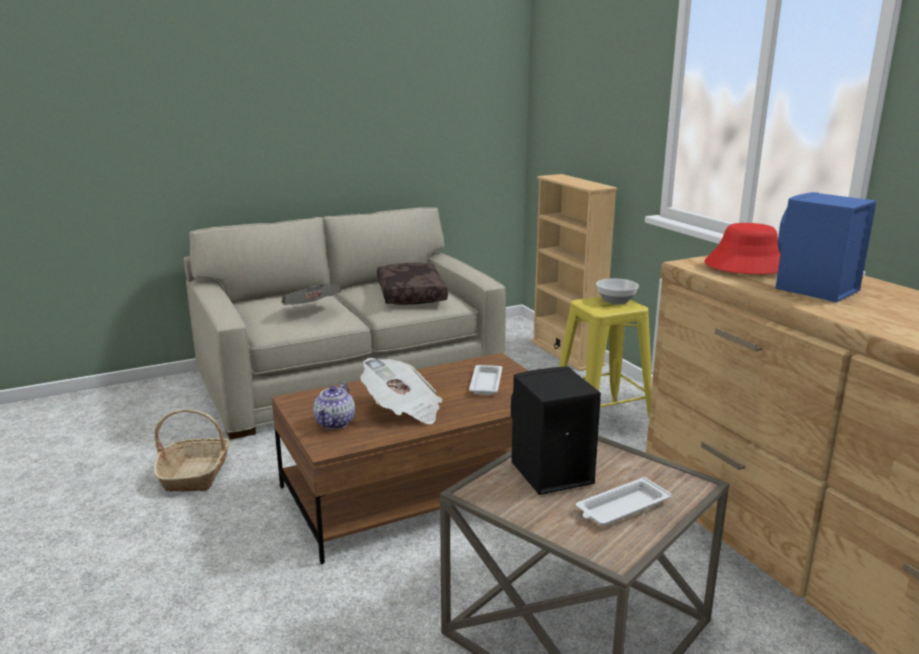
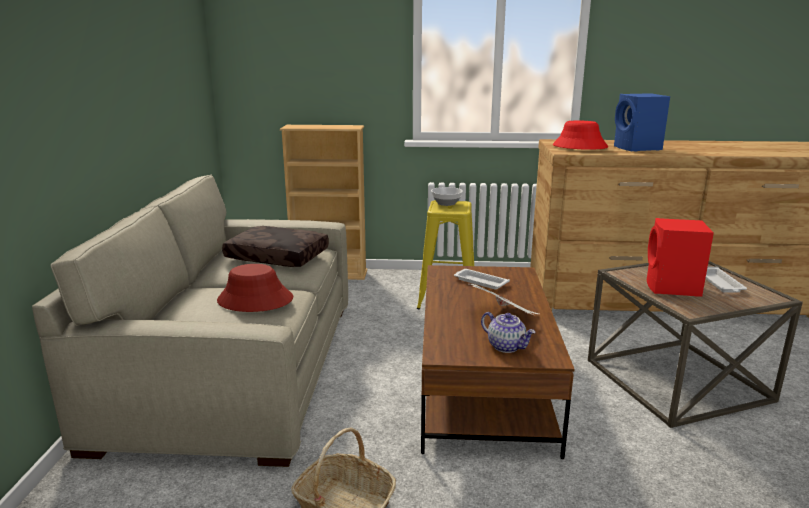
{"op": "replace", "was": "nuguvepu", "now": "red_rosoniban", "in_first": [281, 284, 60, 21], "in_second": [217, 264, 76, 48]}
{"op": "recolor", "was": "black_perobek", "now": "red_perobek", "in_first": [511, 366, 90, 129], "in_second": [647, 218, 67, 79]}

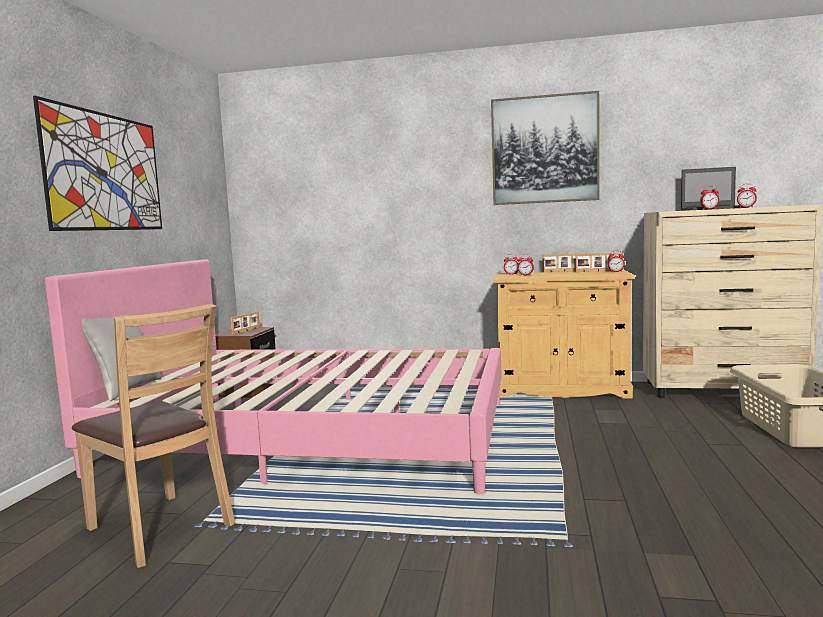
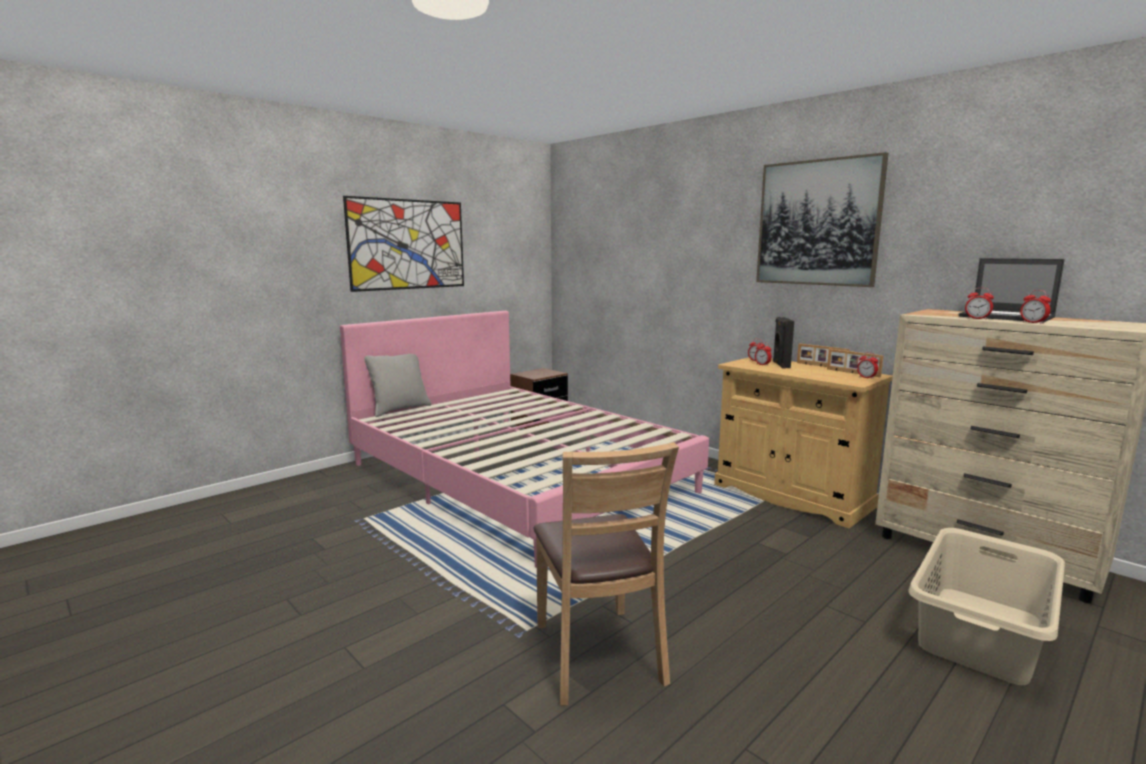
{"op": "move", "was": "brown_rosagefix", "in_first": [72, 304, 163, 264], "in_second": [534, 442, 145, 264]}
{"op": "delete", "was": "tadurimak", "in_first": [231, 312, 29, 23]}
{"op": "insert", "now": "black_perobek", "in_second": [773, 317, 21, 52]}

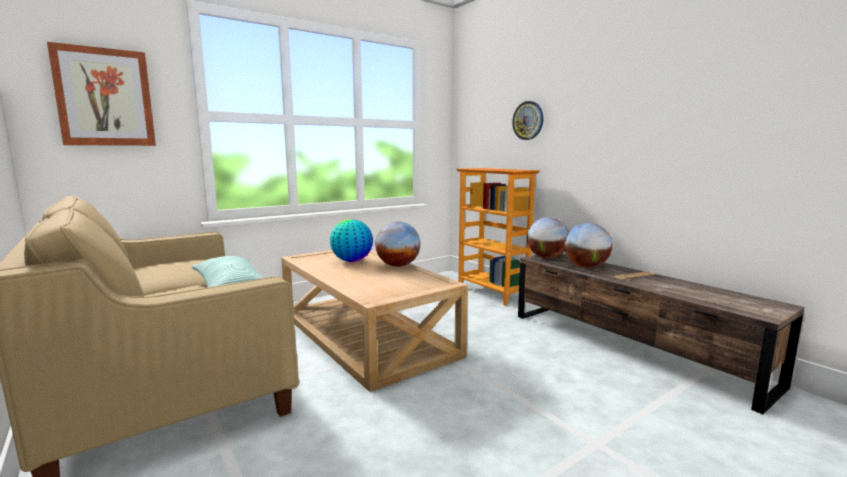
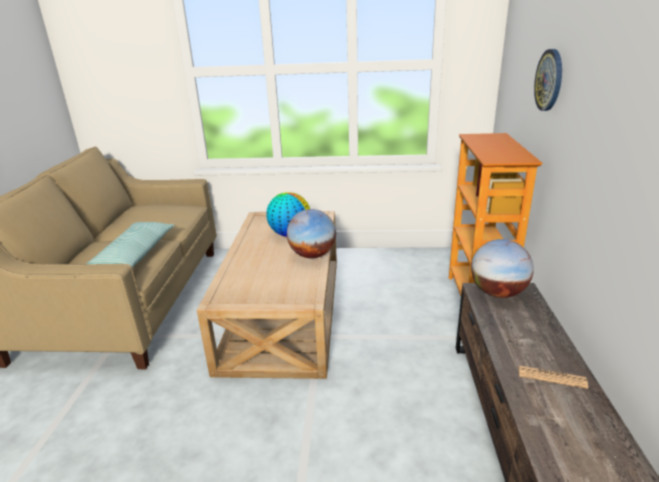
{"op": "delete", "was": "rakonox", "in_first": [47, 42, 109, 104]}
{"op": "delete", "was": "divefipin", "in_first": [564, 223, 48, 45]}

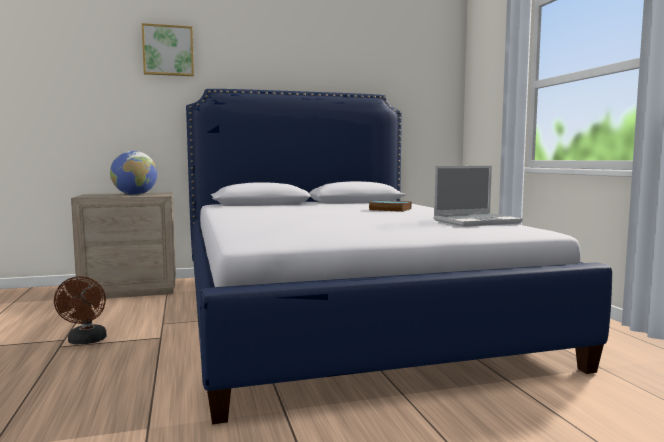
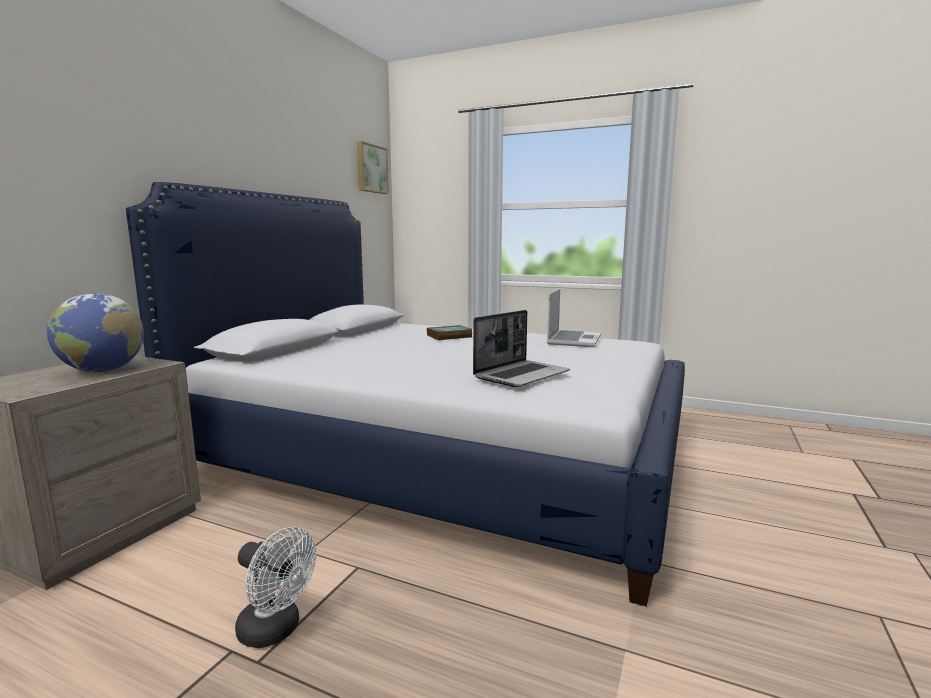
{"op": "recolor", "was": "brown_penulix", "now": "white_penulix", "in_first": [54, 276, 53, 68], "in_second": [235, 527, 81, 121]}
{"op": "move", "was": "rakonox", "in_first": [142, 23, 52, 53], "in_second": [357, 141, 32, 53]}
{"op": "insert", "now": "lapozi", "in_second": [473, 310, 97, 77]}

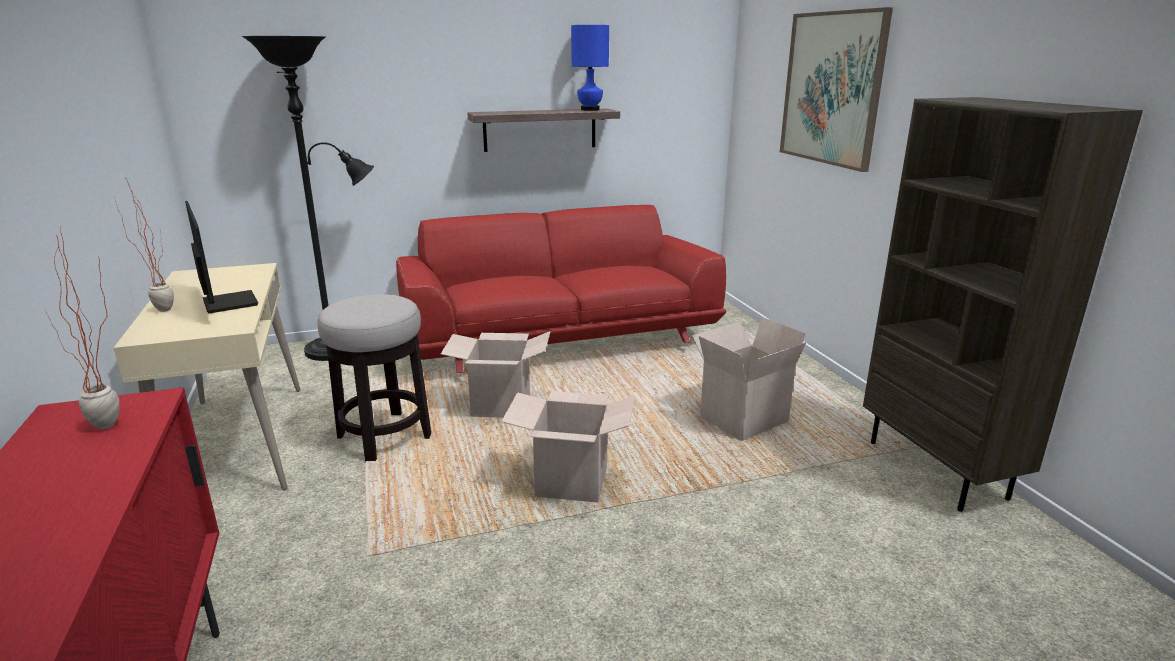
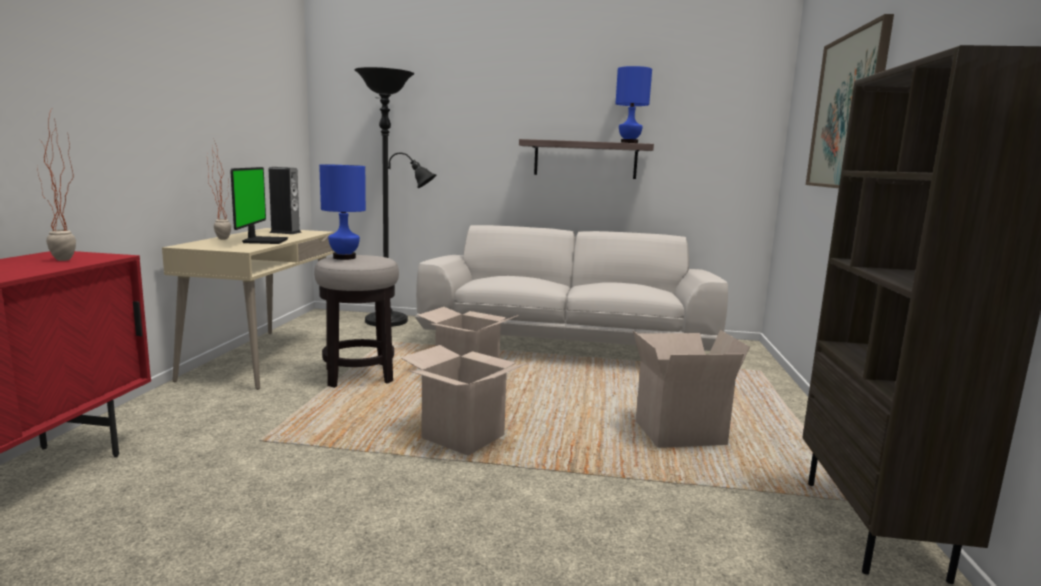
{"op": "recolor", "was": "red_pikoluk", "now": "white_pikoluk", "in_first": [396, 205, 330, 168], "in_second": [415, 225, 313, 126]}
{"op": "insert", "now": "perobek", "in_second": [268, 167, 34, 67]}
{"op": "insert", "now": "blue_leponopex", "in_second": [319, 164, 47, 96]}

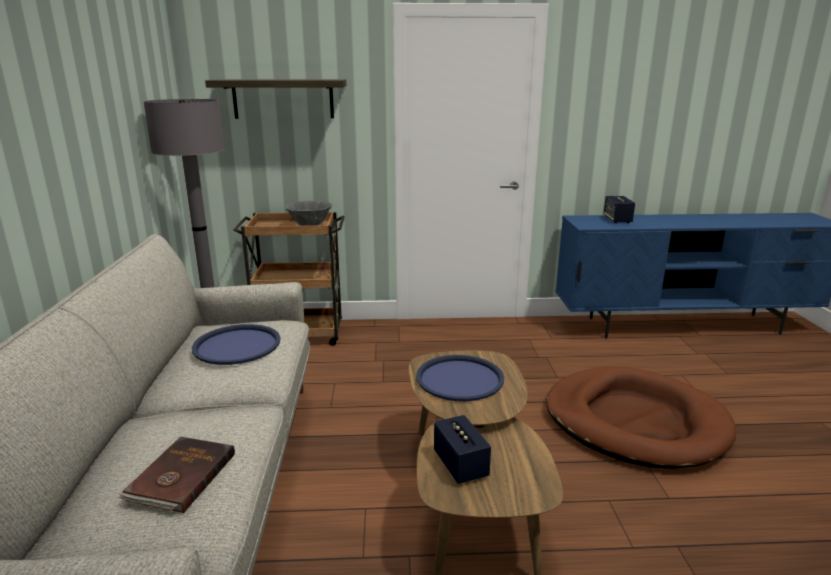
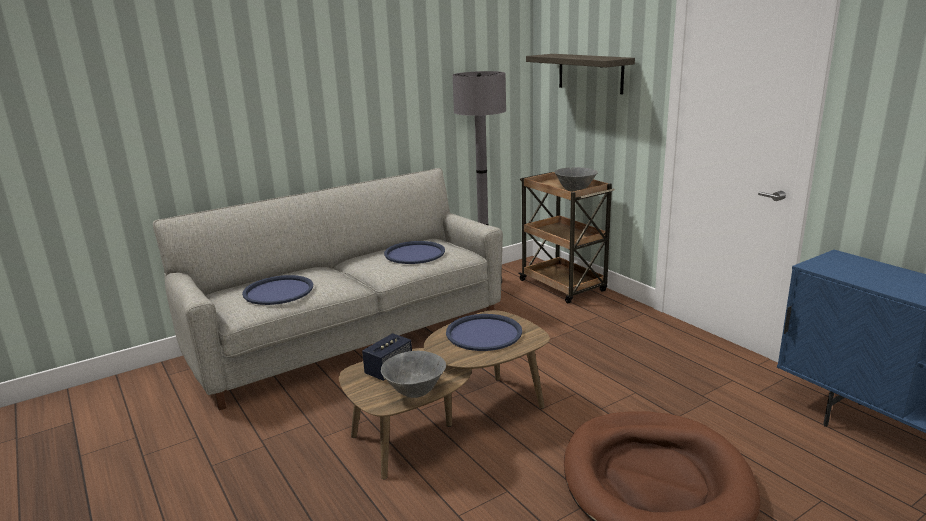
{"op": "replace", "was": "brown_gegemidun", "now": "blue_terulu", "in_first": [118, 437, 117, 76], "in_second": [242, 275, 71, 30]}
{"op": "delete", "was": "perobek", "in_first": [604, 196, 31, 27]}
{"op": "insert", "now": "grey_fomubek", "in_second": [381, 351, 65, 47]}

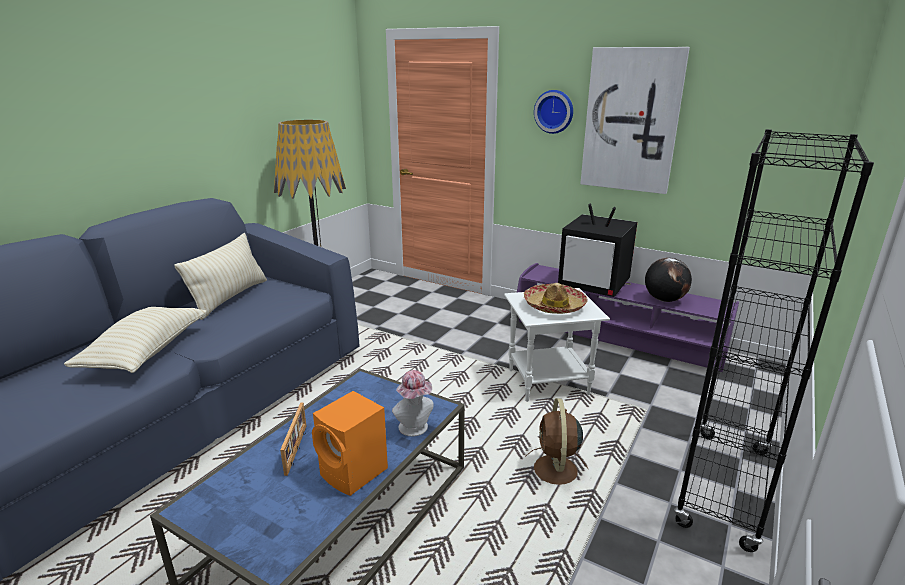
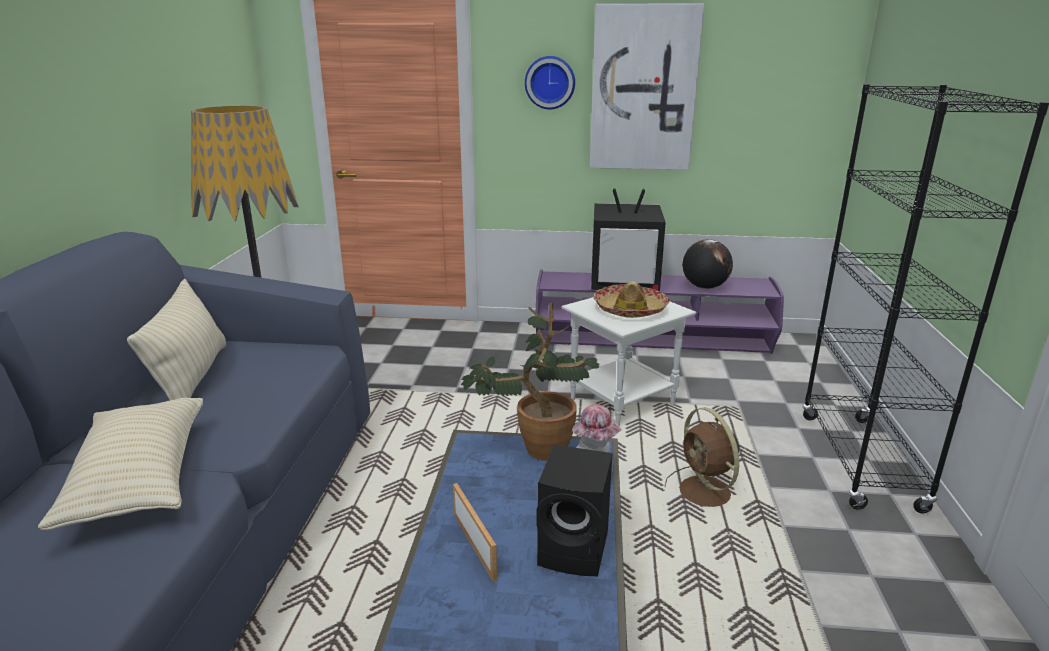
{"op": "recolor", "was": "orange_perobek", "now": "black_perobek", "in_first": [312, 391, 76, 105], "in_second": [536, 445, 76, 131]}
{"op": "insert", "now": "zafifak", "in_second": [461, 303, 139, 158]}

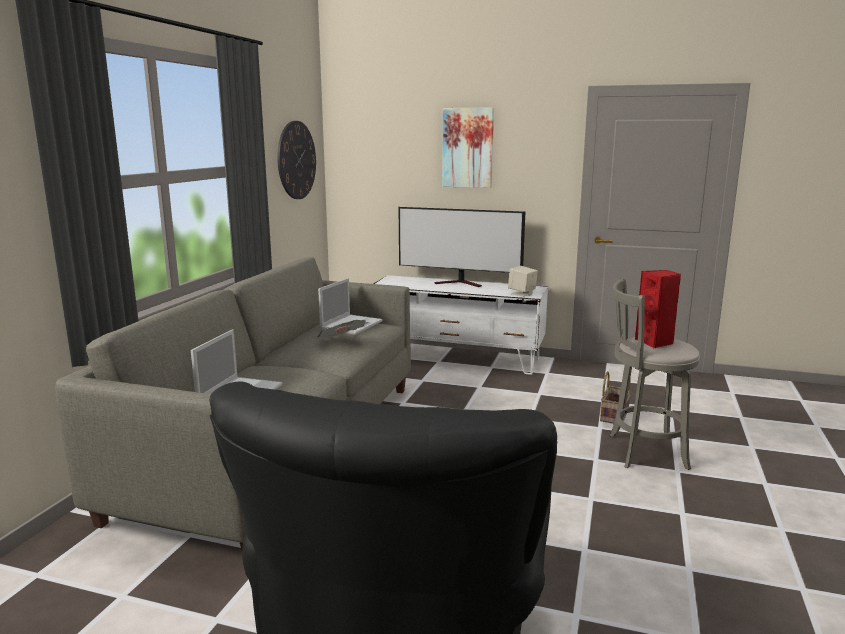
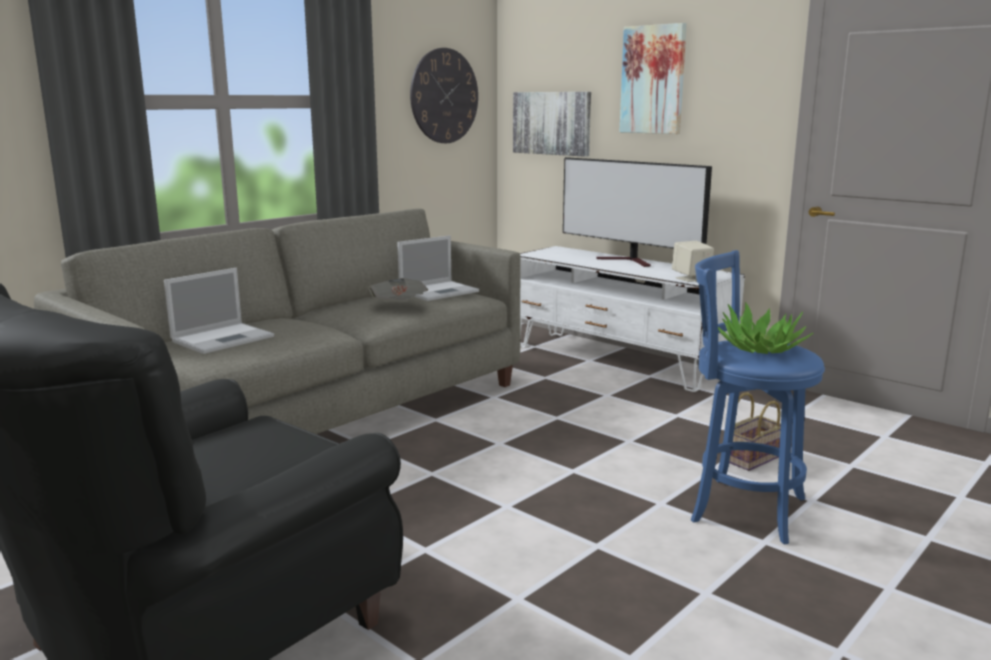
{"op": "recolor", "was": "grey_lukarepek", "now": "blue_lukarepek", "in_first": [610, 278, 90, 192], "in_second": [691, 250, 134, 294]}
{"op": "replace", "was": "red_perobek", "now": "zafifak", "in_first": [635, 270, 46, 78], "in_second": [718, 302, 95, 52]}
{"op": "insert", "now": "rakonox", "in_second": [513, 92, 78, 65]}

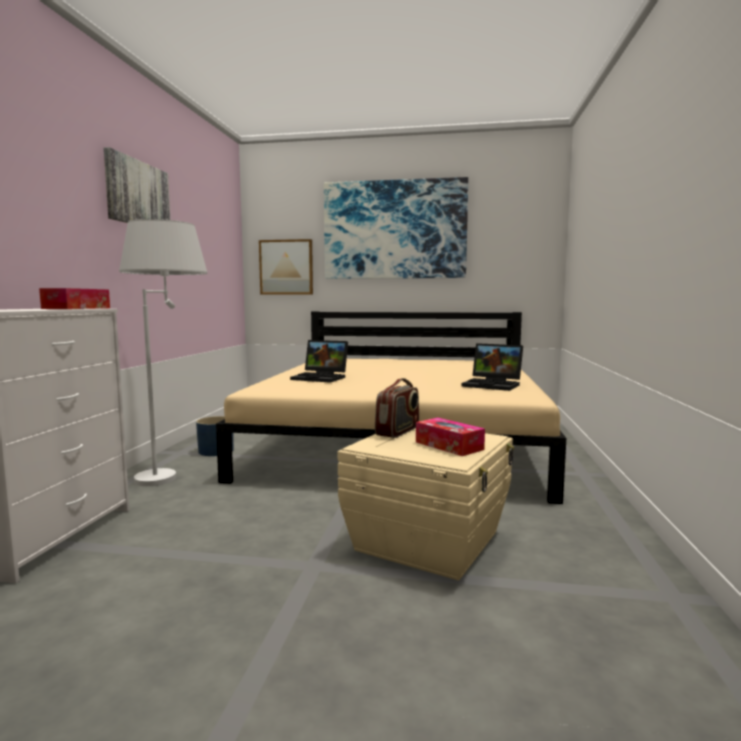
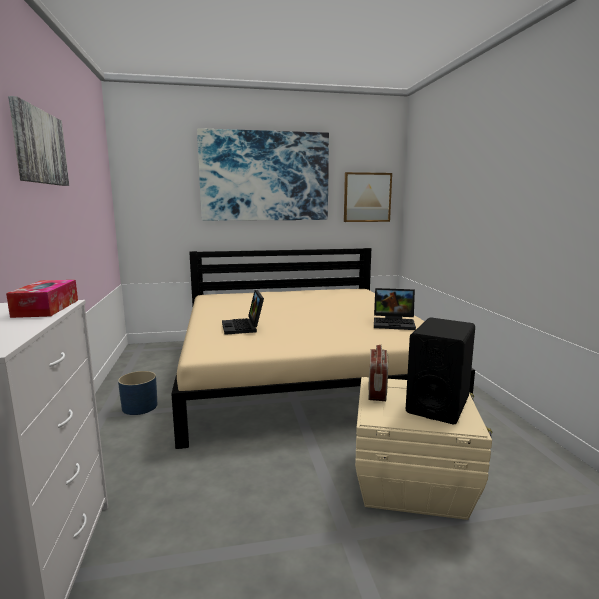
{"op": "delete", "was": "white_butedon", "in_first": [119, 219, 88, 267]}
{"op": "move", "was": "rakonox", "in_first": [259, 239, 54, 56], "in_second": [344, 172, 48, 50]}
{"op": "rotate", "was": "lapozi", "in_first": [290, 340, 58, 43], "in_second": [222, 290, 42, 45], "clockwise": 75}
{"op": "replace", "was": "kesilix", "now": "black_perobek", "in_first": [416, 418, 69, 38], "in_second": [406, 317, 69, 108]}

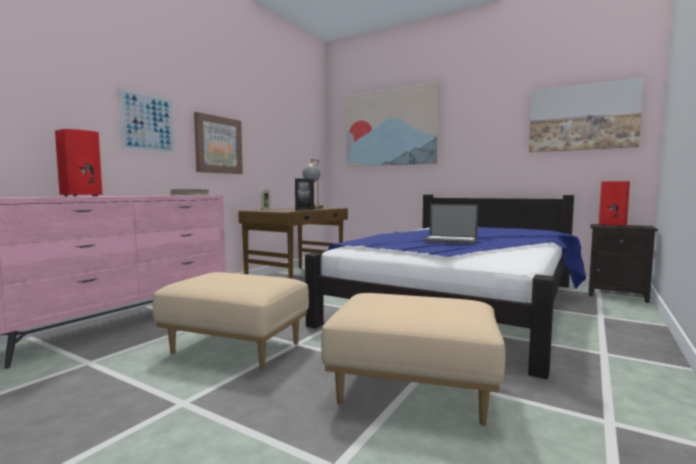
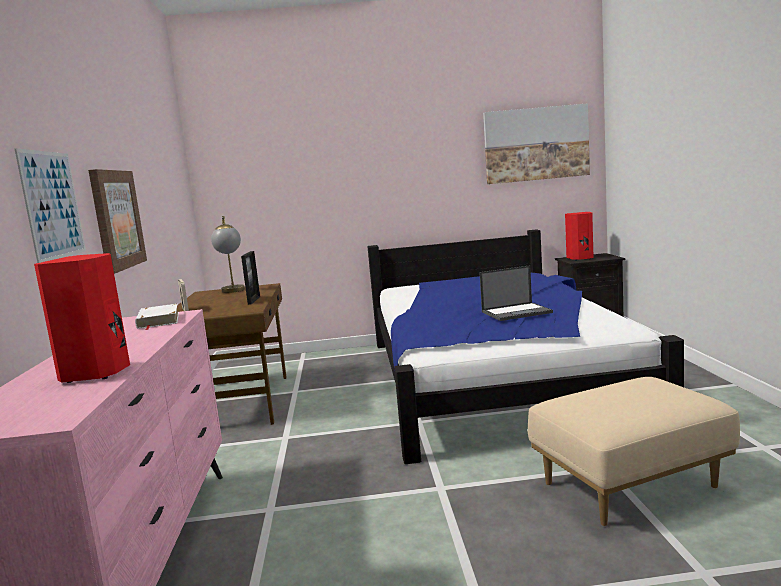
{"op": "delete", "was": "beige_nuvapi", "in_first": [153, 272, 156, 98]}
{"op": "delete", "was": "rakonox", "in_first": [346, 82, 93, 85]}

